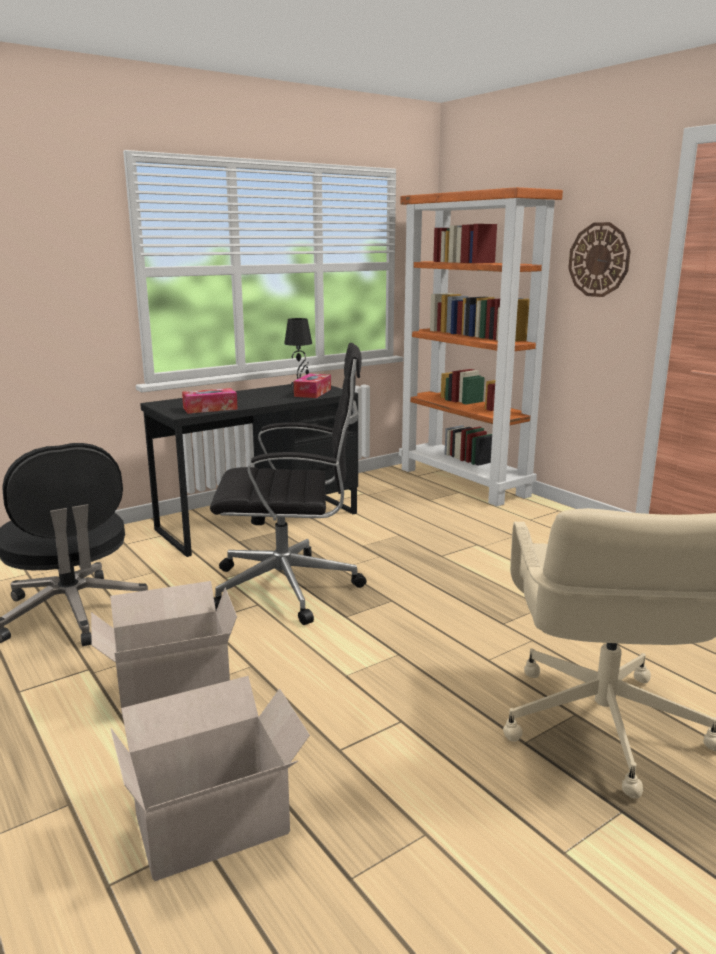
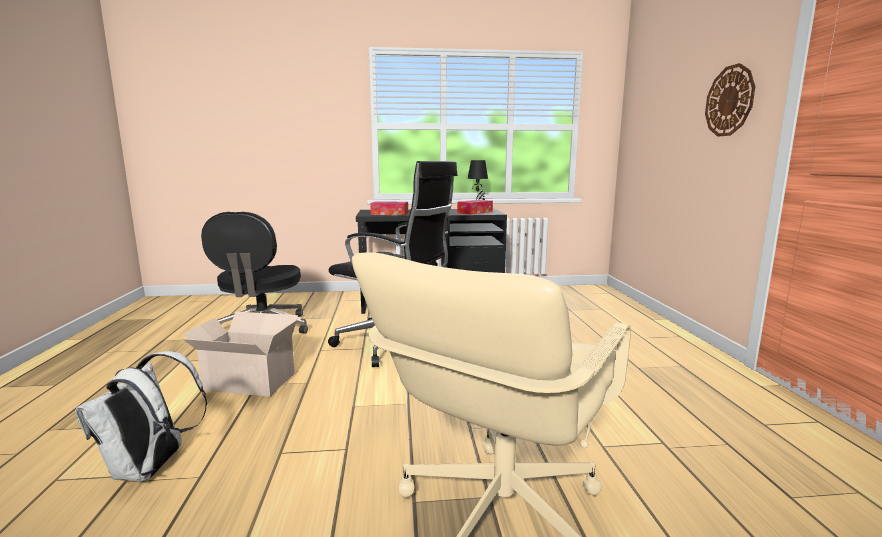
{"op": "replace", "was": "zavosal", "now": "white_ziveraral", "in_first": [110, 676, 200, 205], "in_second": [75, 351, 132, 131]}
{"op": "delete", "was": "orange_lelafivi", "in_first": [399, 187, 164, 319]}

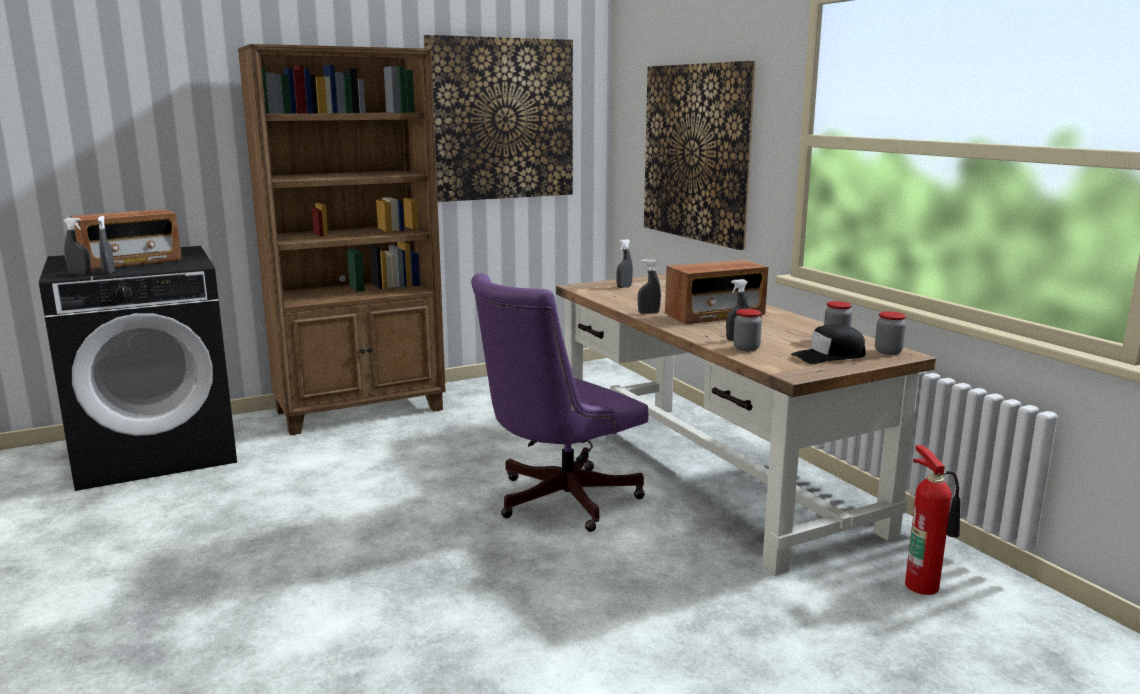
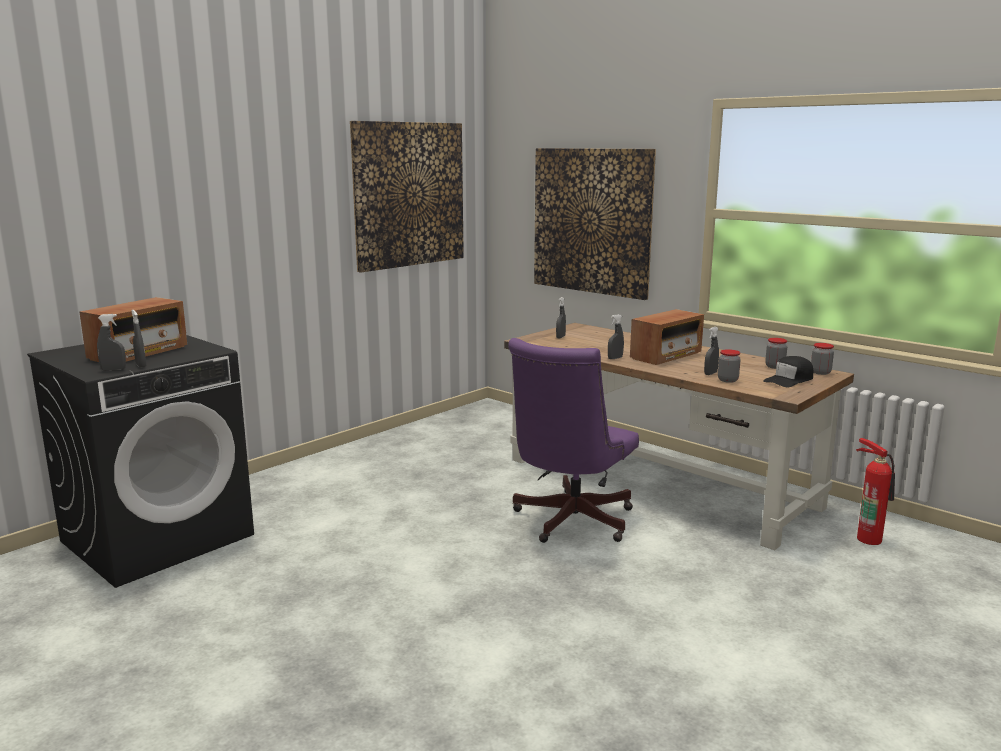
{"op": "delete", "was": "brown_lelafivi", "in_first": [238, 44, 208, 391]}

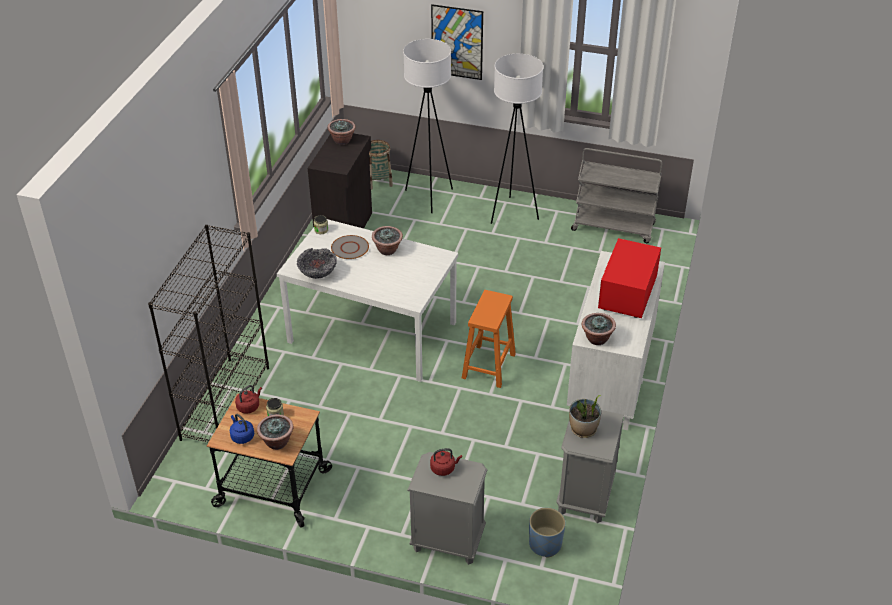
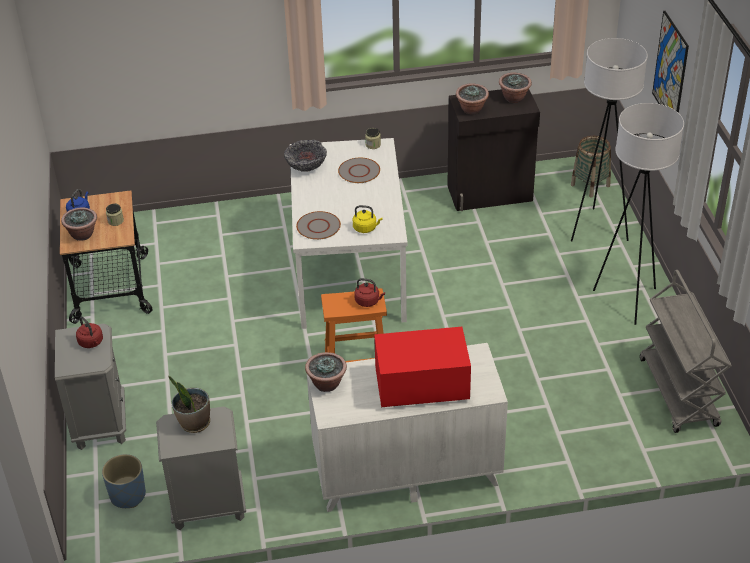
{"op": "delete", "was": "black_lelafivi", "in_first": [148, 225, 121, 217]}
{"op": "move", "was": "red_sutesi", "in_first": [235, 385, 27, 29], "in_second": [354, 278, 31, 29]}
{"op": "move", "was": "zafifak", "in_first": [372, 226, 31, 29], "in_second": [456, 83, 33, 32]}
{"op": "insert", "now": "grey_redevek", "in_second": [296, 211, 45, 29]}
{"op": "insert", "now": "yellow_sutesi", "in_second": [353, 205, 30, 28]}

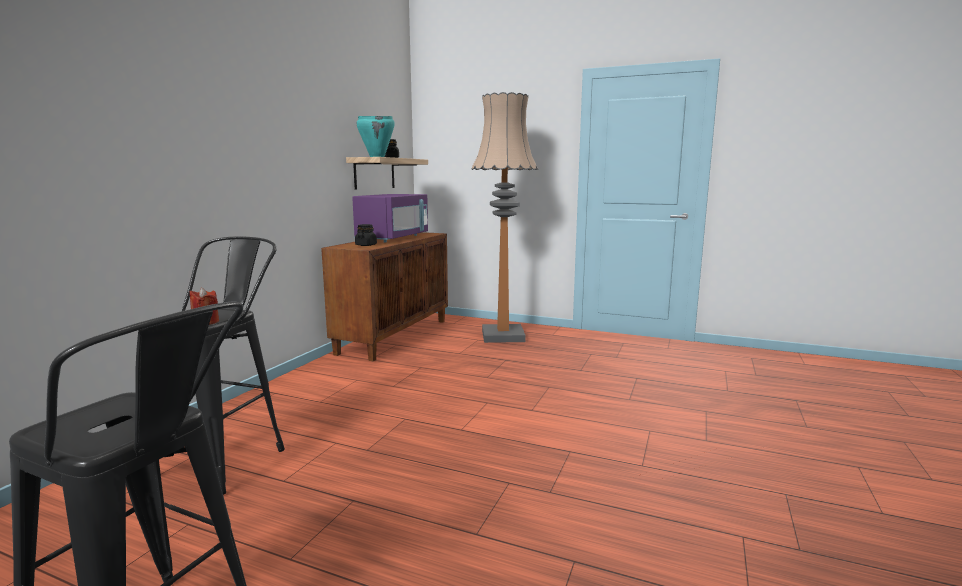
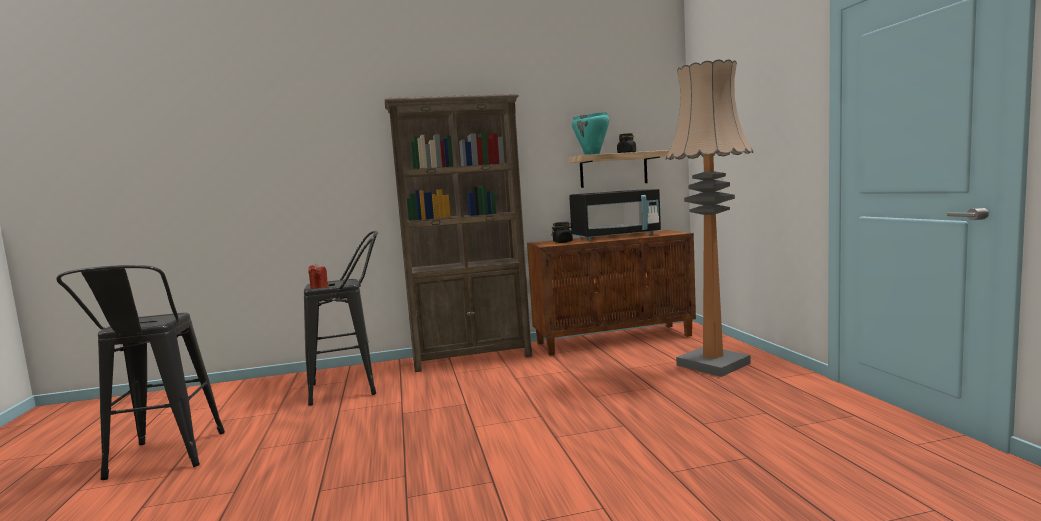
{"op": "recolor", "was": "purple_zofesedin", "now": "black_zofesedin", "in_first": [352, 194, 76, 49], "in_second": [569, 189, 92, 51]}
{"op": "insert", "now": "brown_lelafivi", "in_second": [385, 94, 147, 278]}

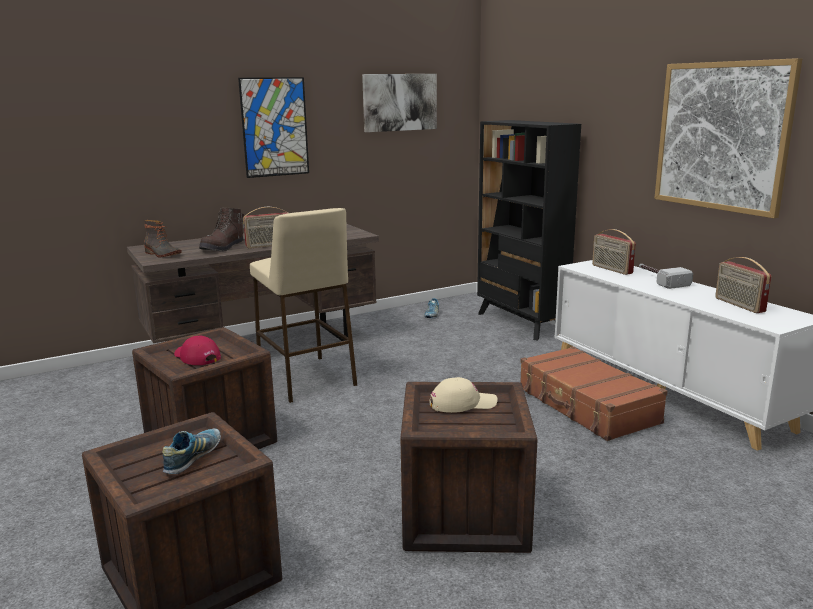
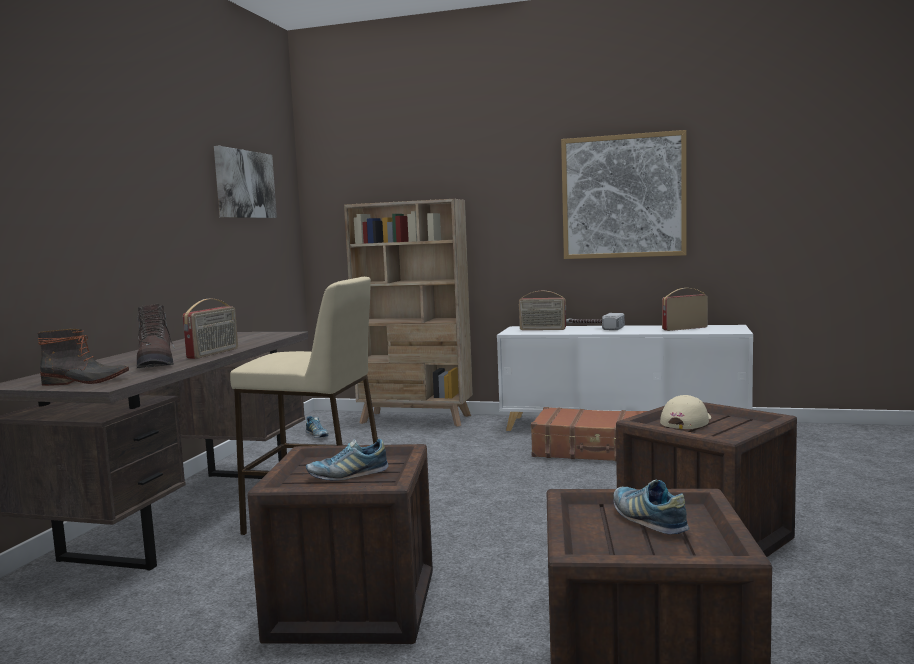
{"op": "replace", "was": "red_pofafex", "now": "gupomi", "in_first": [174, 336, 47, 29], "in_second": [306, 439, 83, 42]}
{"op": "delete", "was": "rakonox", "in_first": [238, 77, 71, 101]}
{"op": "recolor", "was": "black_lelafivi", "now": "beige_lelafivi", "in_first": [477, 120, 104, 220], "in_second": [344, 199, 129, 228]}
{"op": "rotate", "was": "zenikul", "in_first": [715, 257, 56, 56], "in_second": [662, 288, 46, 43], "clockwise": 135}

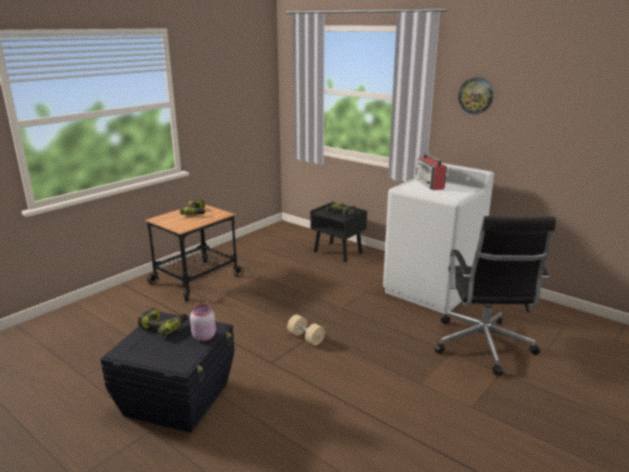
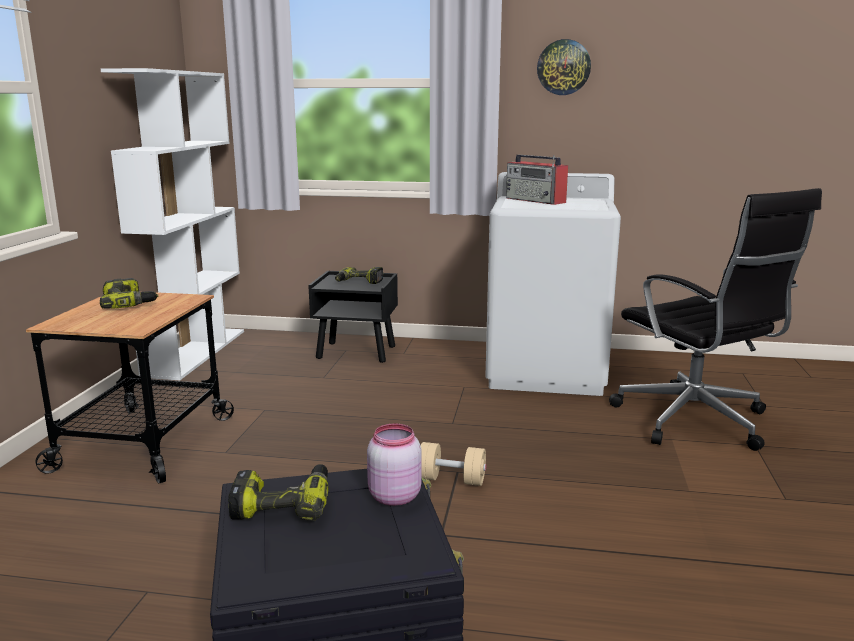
{"op": "insert", "now": "white_lelafivi", "in_second": [101, 68, 143, 312]}

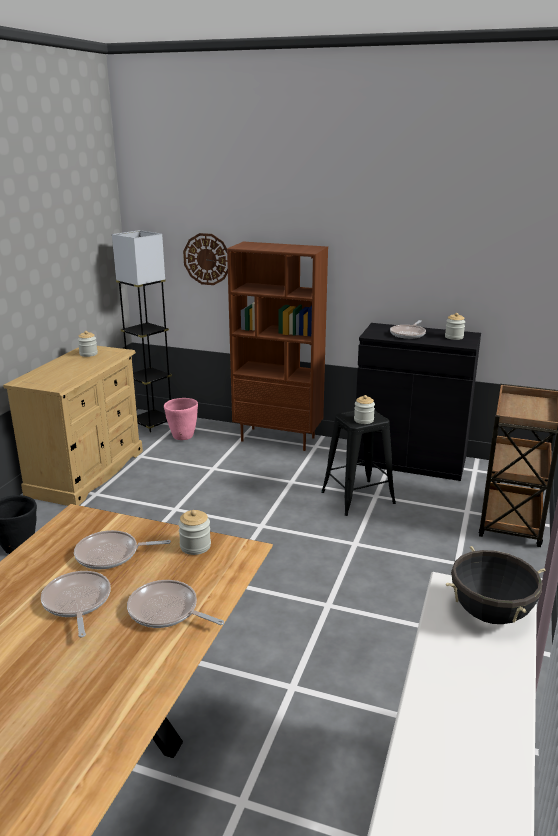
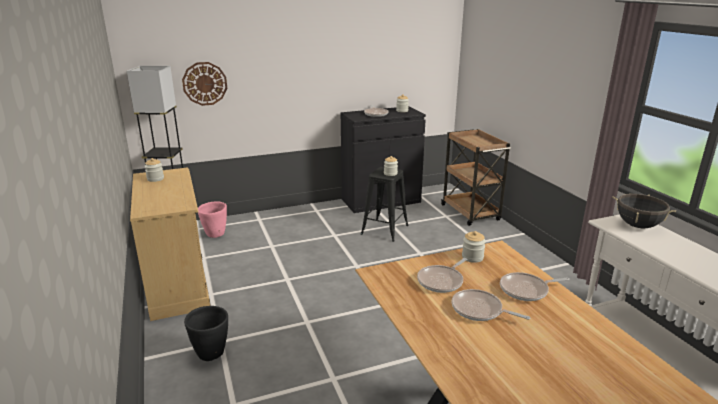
{"op": "delete", "was": "brown_lelafivi", "in_first": [227, 242, 101, 209]}

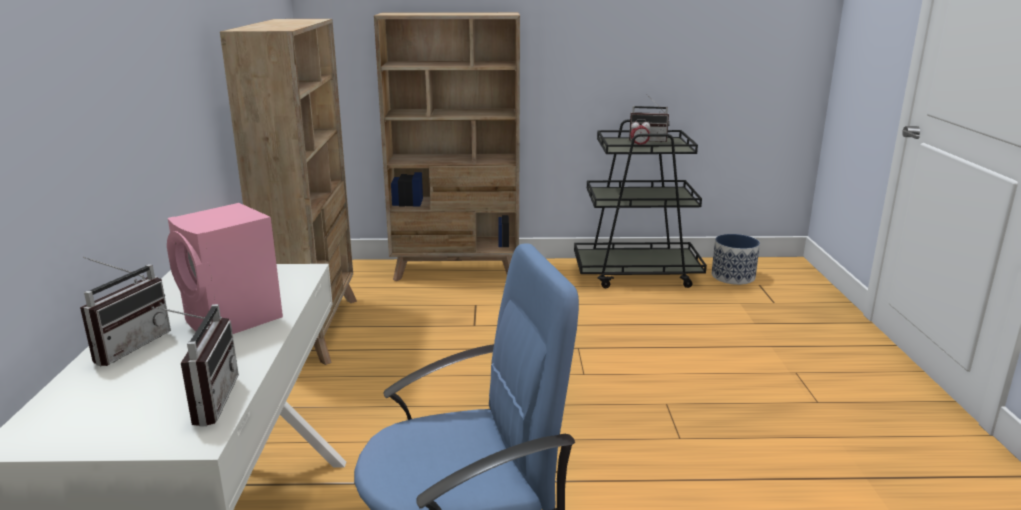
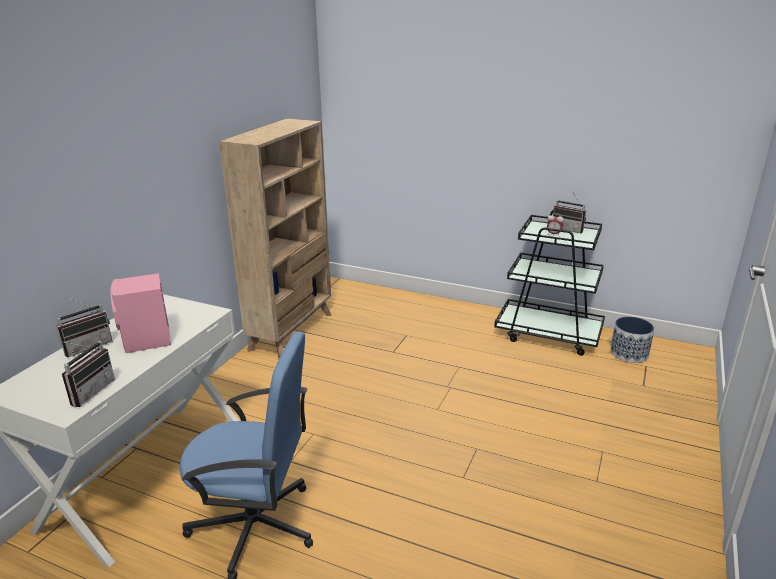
{"op": "delete", "was": "beige_lelafivi", "in_first": [374, 12, 146, 269]}

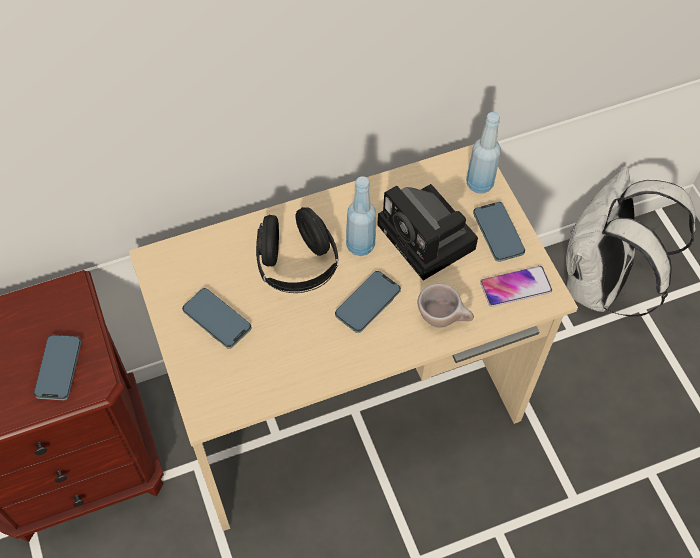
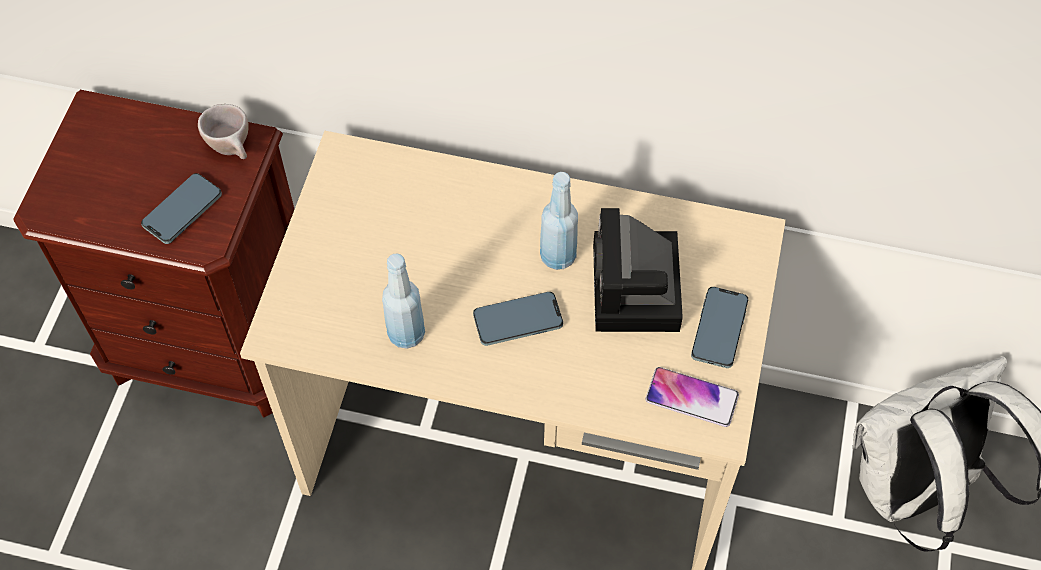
{"op": "delete", "was": "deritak", "in_first": [182, 288, 69, 61]}
{"op": "delete", "was": "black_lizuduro", "in_first": [256, 207, 83, 86]}
{"op": "move", "was": "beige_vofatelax", "in_first": [418, 284, 56, 44], "in_second": [198, 104, 51, 55]}
{"op": "move", "was": "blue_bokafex", "in_first": [466, 112, 35, 82], "in_second": [382, 254, 43, 95]}

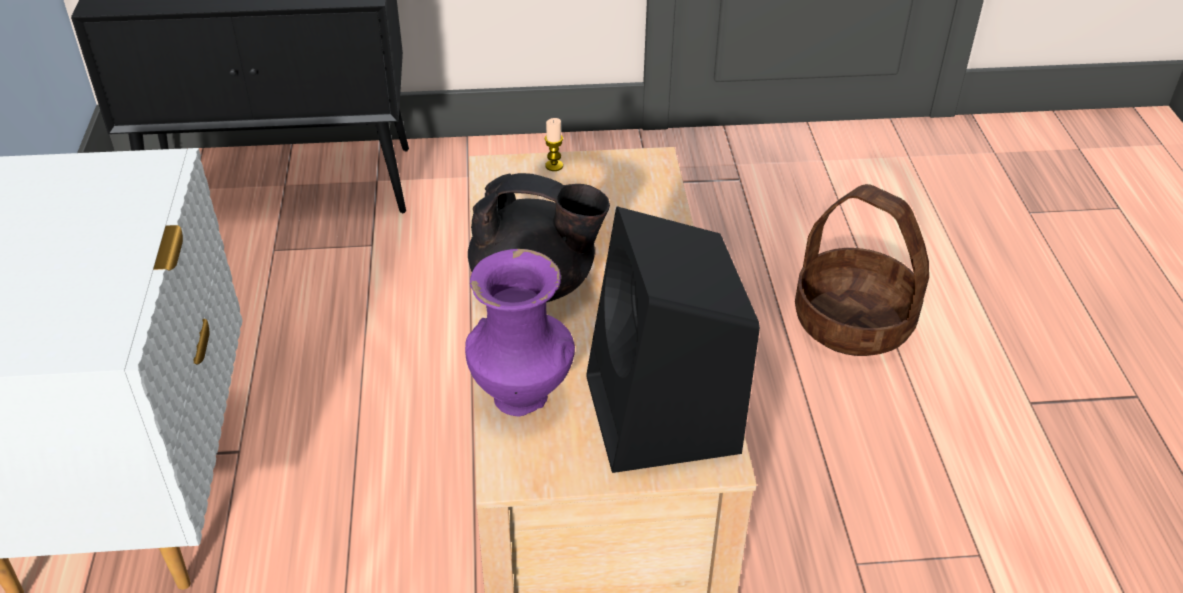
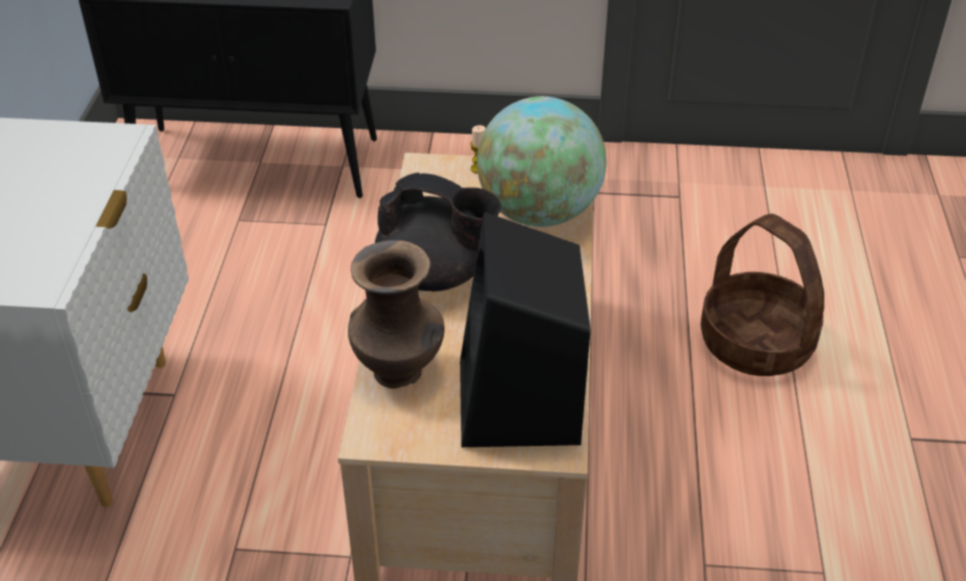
{"op": "recolor", "was": "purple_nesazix", "now": "brown_nesazix", "in_first": [465, 249, 110, 167], "in_second": [348, 240, 97, 149]}
{"op": "insert", "now": "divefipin", "in_second": [477, 96, 130, 131]}

